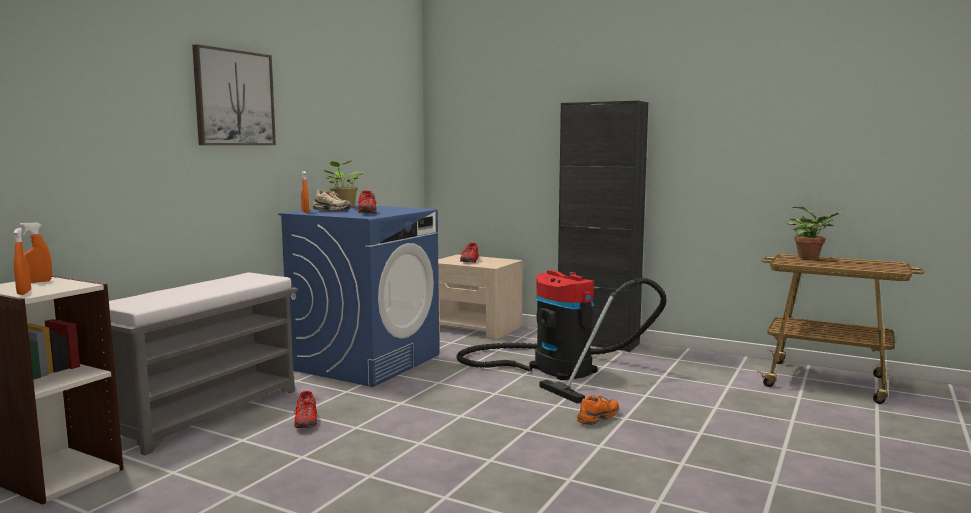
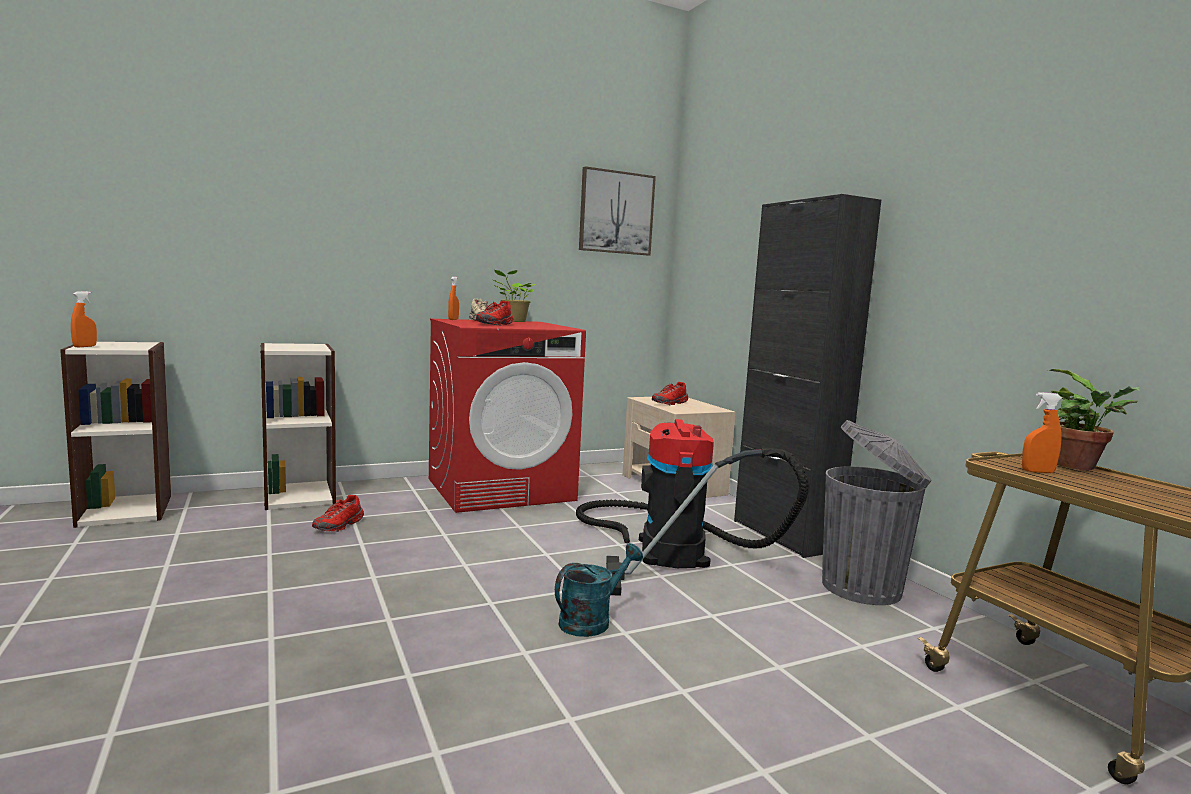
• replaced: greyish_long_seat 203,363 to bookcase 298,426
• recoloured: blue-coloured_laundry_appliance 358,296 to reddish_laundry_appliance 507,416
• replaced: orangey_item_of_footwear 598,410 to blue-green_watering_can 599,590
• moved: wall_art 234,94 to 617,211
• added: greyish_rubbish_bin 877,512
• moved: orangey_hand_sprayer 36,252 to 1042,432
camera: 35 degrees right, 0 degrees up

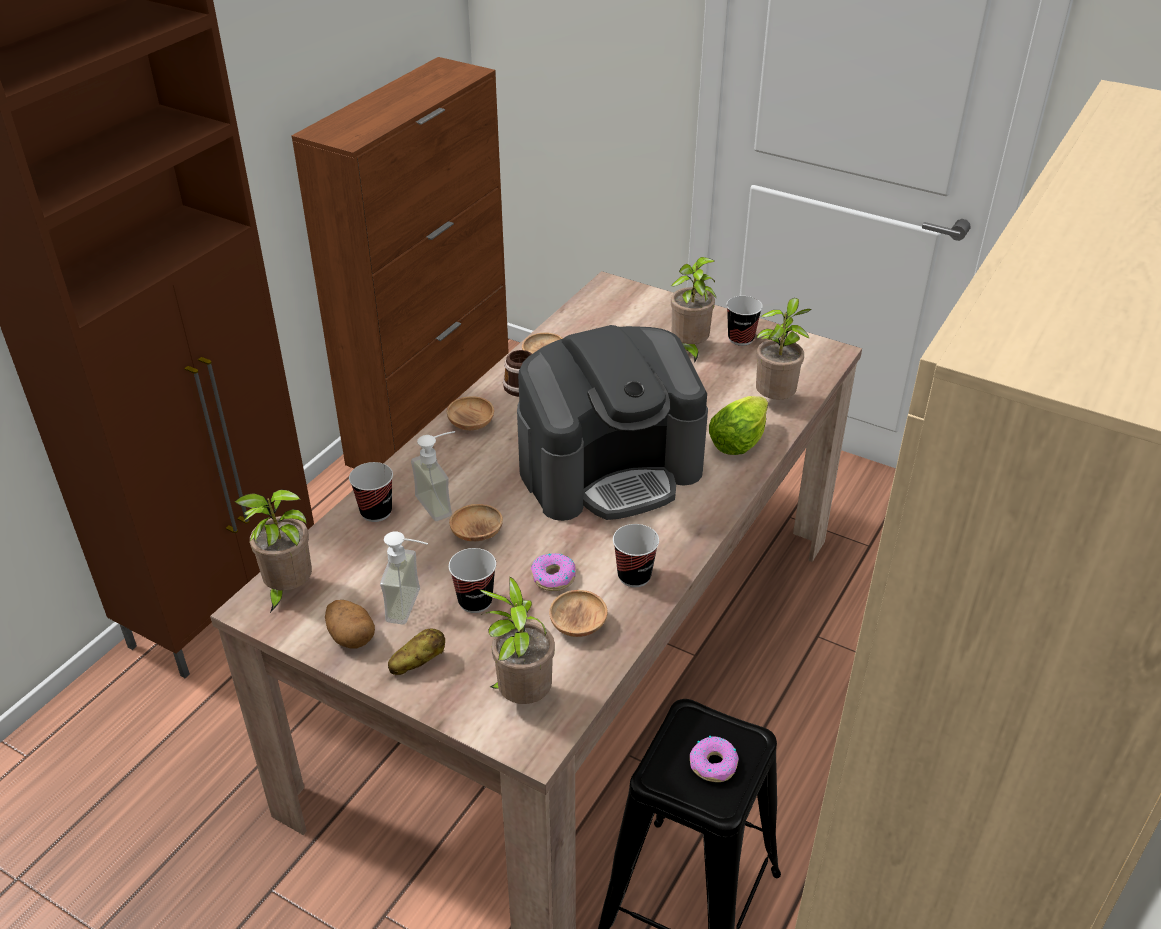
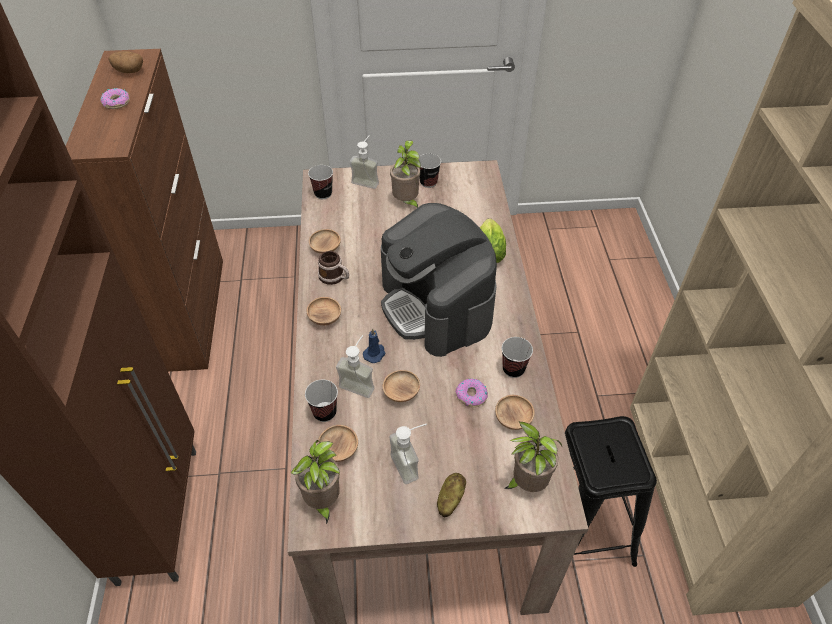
• moved: donut 714,759 to 115,98
• moved: whole_potato 350,624 to 126,62
• moved: cup 472,580 to 320,182
• added: brown_bowl 338,443
• added: liquid_soap_bottle 364,162
• added: blue-coloured_candle 374,345
• turned: coffee_maker 612,423 = 439,280 120 degrees clockwise
• removed: houseplant 783,349
camera: 35 degrees left, 10 degrees up

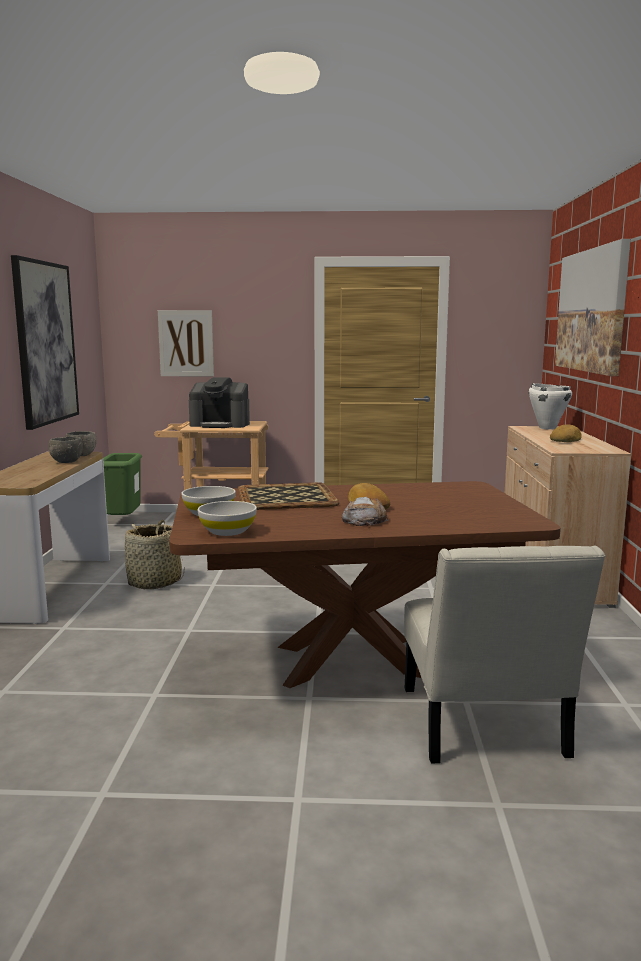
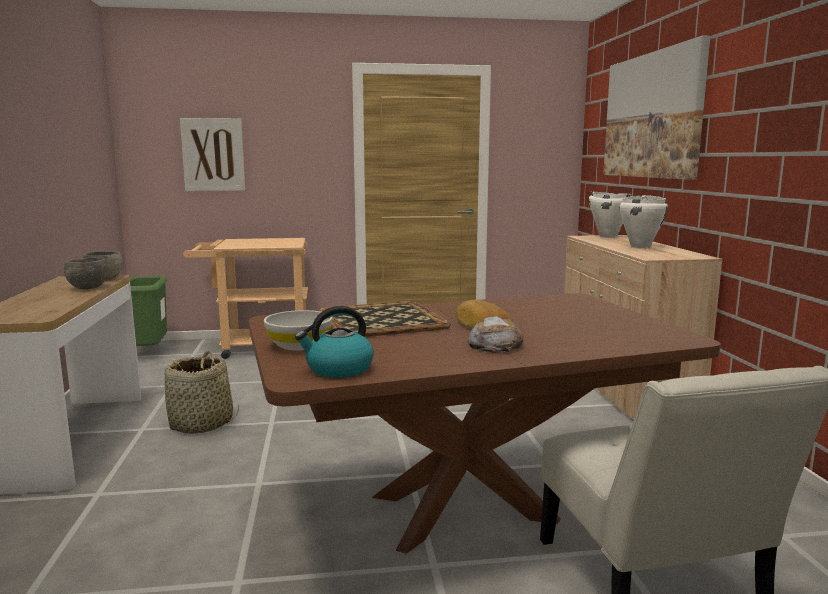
• replaced: white-coloured_bowl 227,518 to tea_kettle 334,342
• replaced: bakery_bread 566,433 to white-coloured_cooking_pot 644,222
• removed: wall_art 45,342
• removed: coffee_maker 219,402
camera: 10 degrees left, 0 degrees up

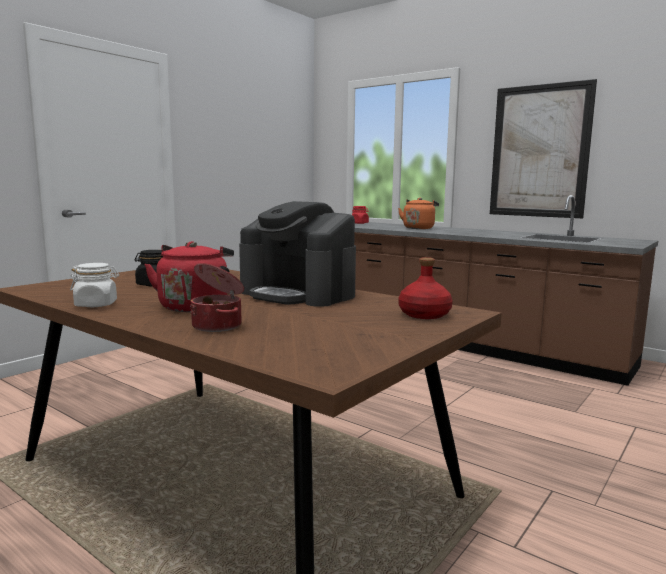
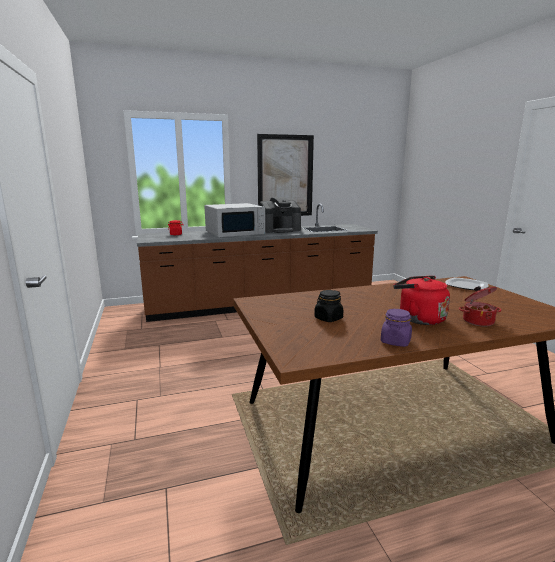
• replaced: orangey_tea_kettle 418,213 to white-coloured_microwave_oven 234,220
• moved: coffee_maker 297,254 to 280,215
• recoloured: white-coloured_preserve_jar 94,285 to purplish_preserve_jar 396,328
• replaced: reddish_bottle 426,288 to plate 466,283
camera: 55 degrees left, 5 degrees up

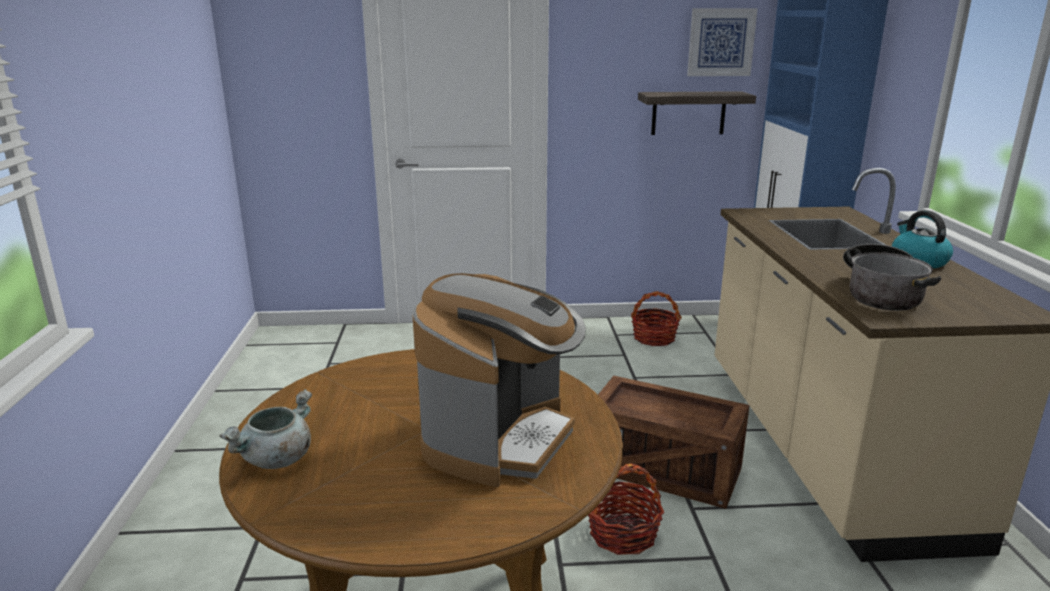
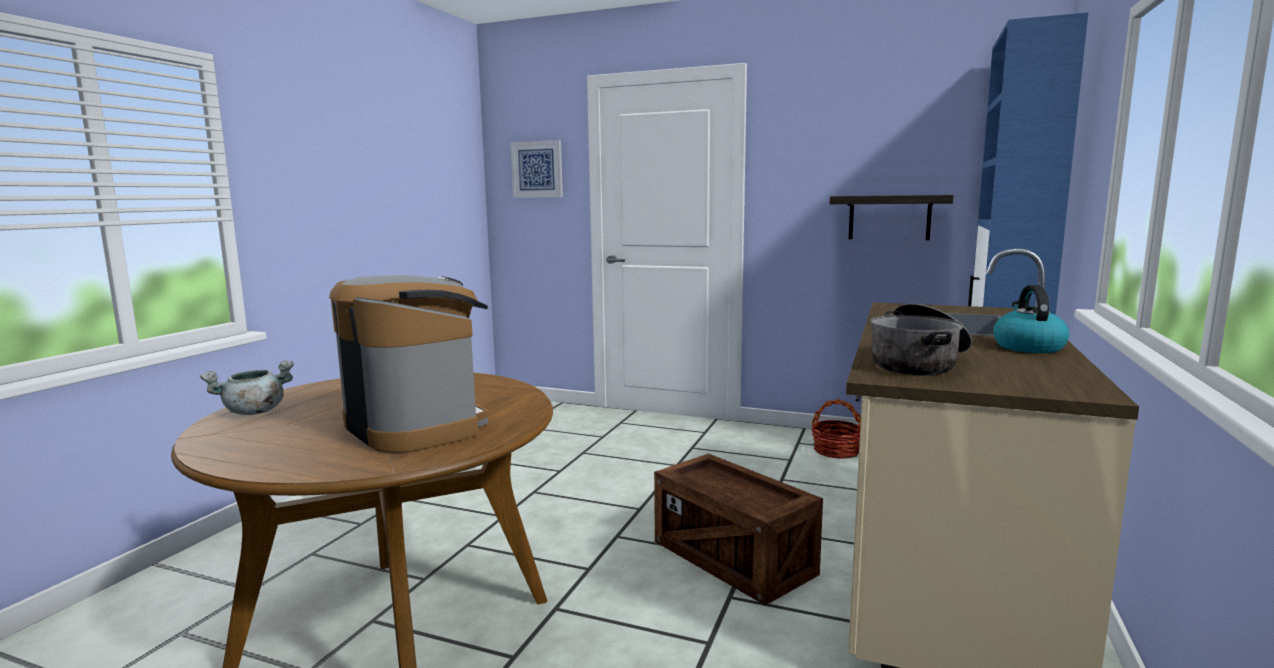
• turned: coffee_maker 499,380 = 409,364 90 degrees counterclockwise
• moved: wall_art 722,42 to 537,169
• removed: household_basket 626,509
camera: 25 degrees right, 10 degrees down

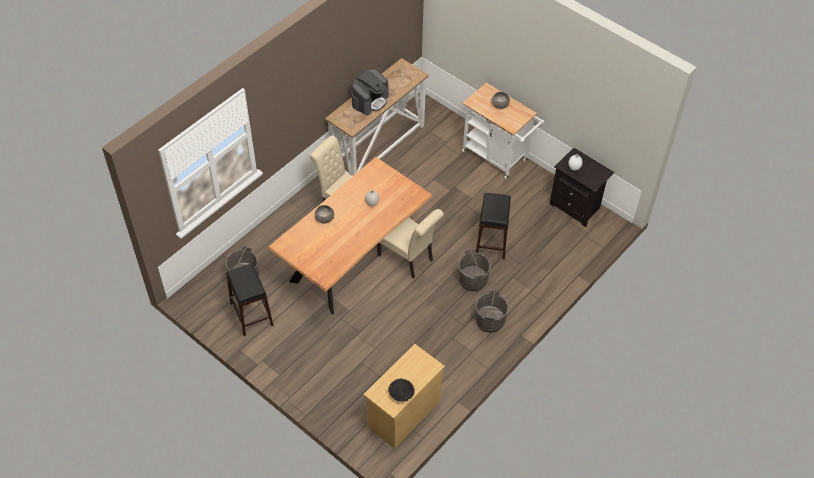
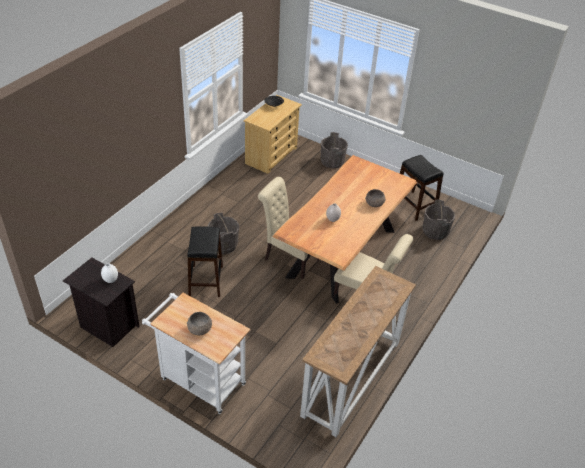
• moved: greyish_pail 492,311 to 334,150
• removed: coffee_maker 370,92
camera: 170 degrees right, 10 degrees down

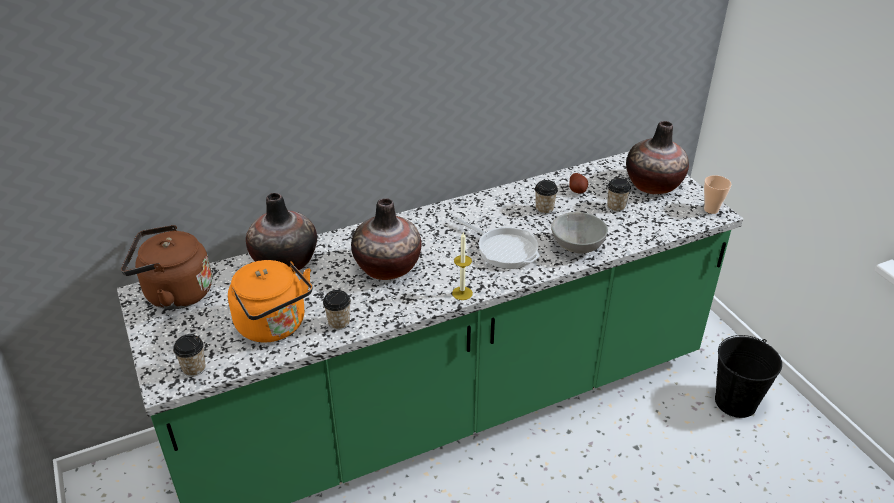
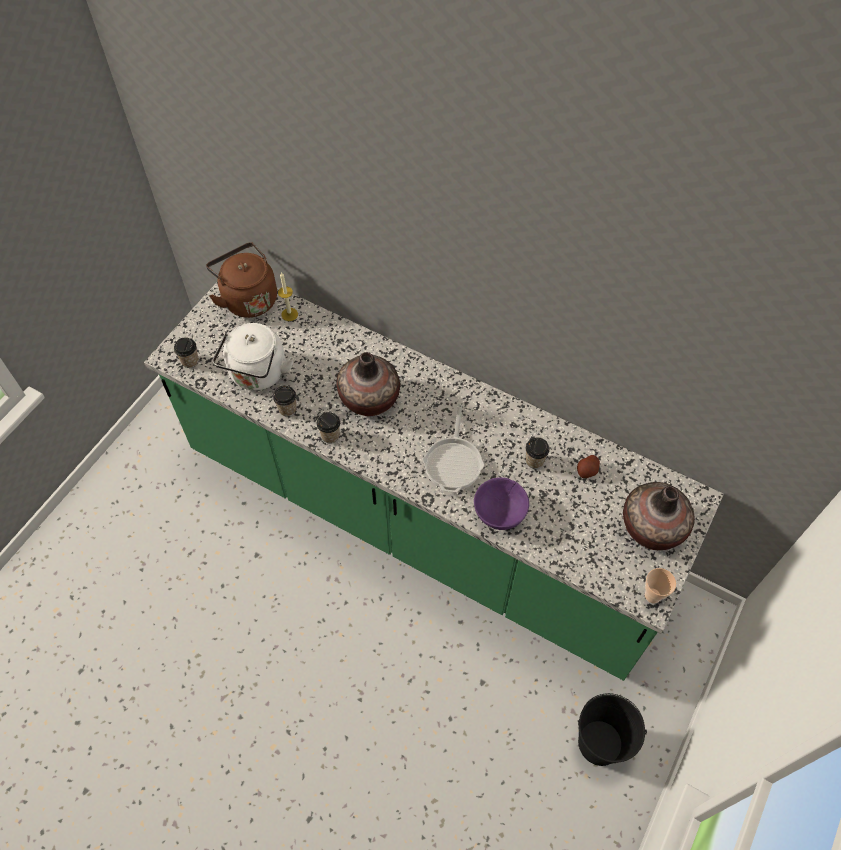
• recoloured: orangey_tea_kettle 270,301 to white-coloured_tea_kettle 253,357
• moved: candle 462,265 to 288,296
• moved: cup 619,195 to 328,427
• recoloured: greyish_bowl 579,233 to purplish_bowl 501,503
• removed: decorative_vase 281,232
camera: 55 degrees right, 20 degrees up

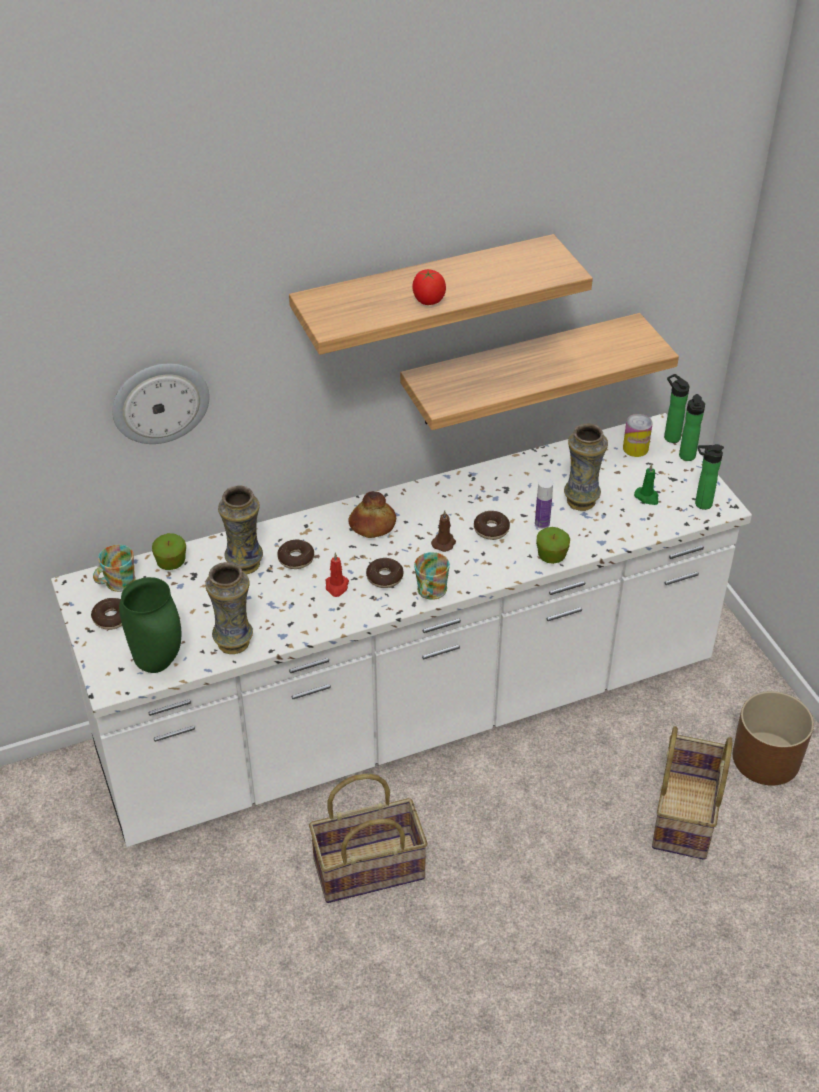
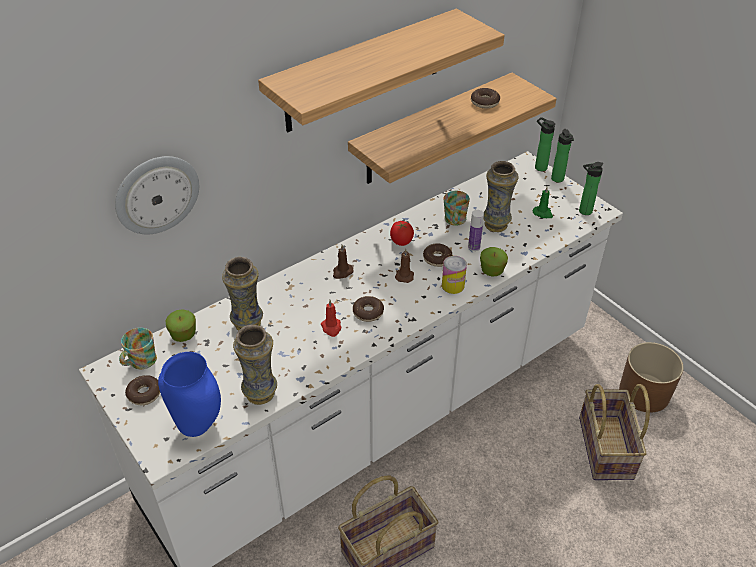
• recoloured: green-coloured_decorative_vase 150,625 to blue-coloured_decorative_vase 189,394
• replaced: bakery_bread 372,514 to brown_candle 343,262
• moved: tomato 429,287 to 402,233
• moved: can 638,435 to 454,275
• moved: coffee_mug 432,576 to 456,208
• moved: donut 295,554 to 485,98
camera: 15 degrees left, 0 degrees up

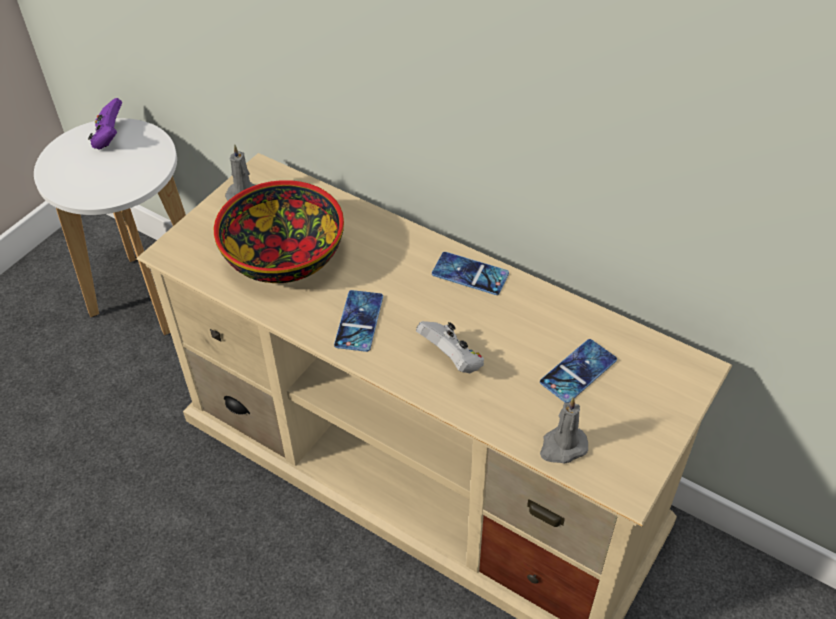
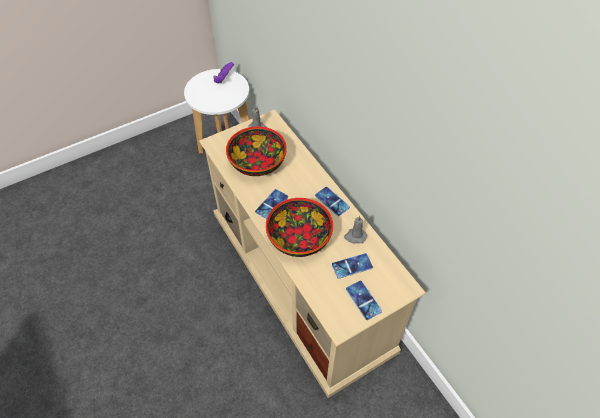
• replaced: white-coloured_gamepad 450,347 to bowl 299,227
• moved: greyish_candle 564,430 to 355,229
• added: phone 364,300
camera: 25 degrees right, 5 degrees up

